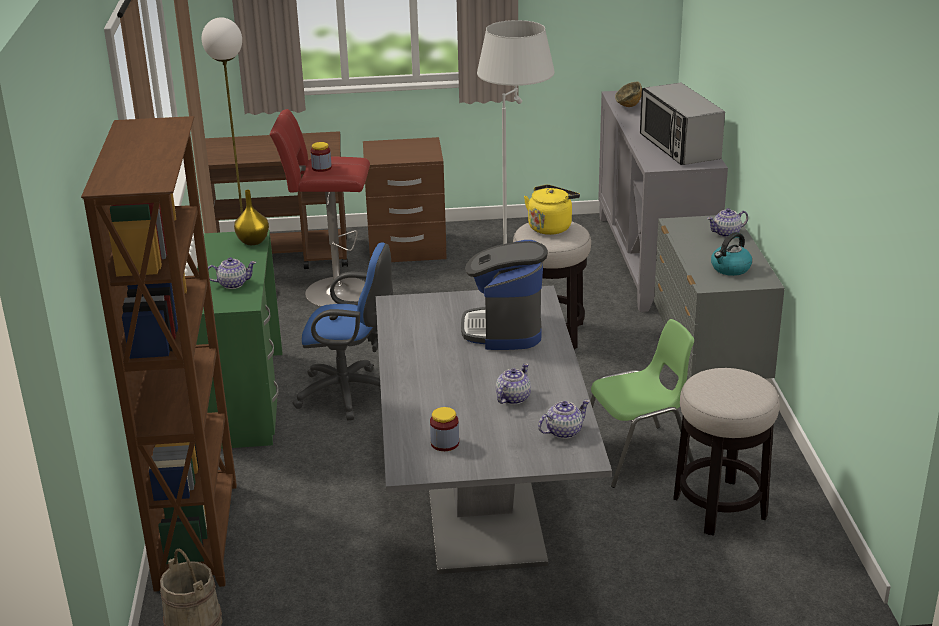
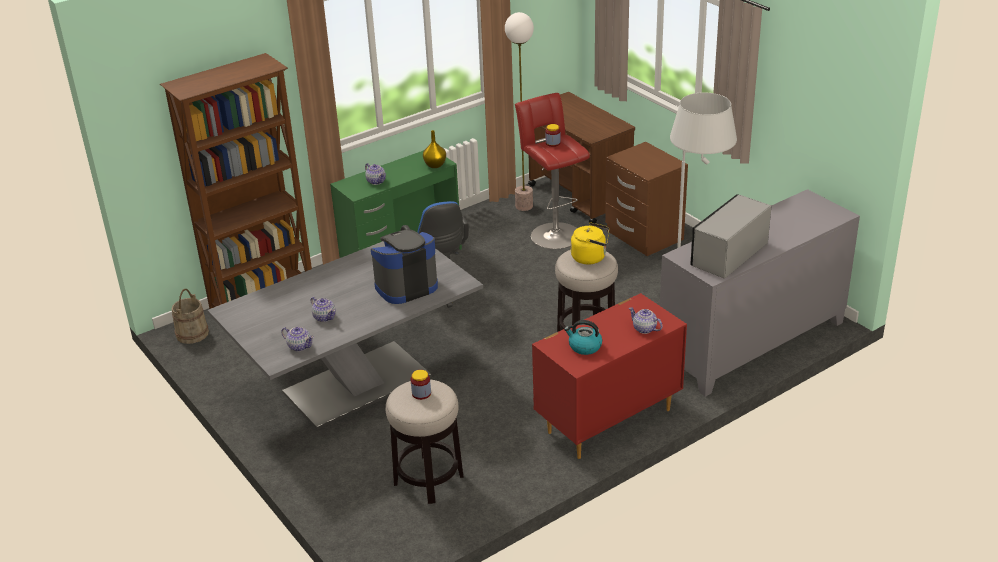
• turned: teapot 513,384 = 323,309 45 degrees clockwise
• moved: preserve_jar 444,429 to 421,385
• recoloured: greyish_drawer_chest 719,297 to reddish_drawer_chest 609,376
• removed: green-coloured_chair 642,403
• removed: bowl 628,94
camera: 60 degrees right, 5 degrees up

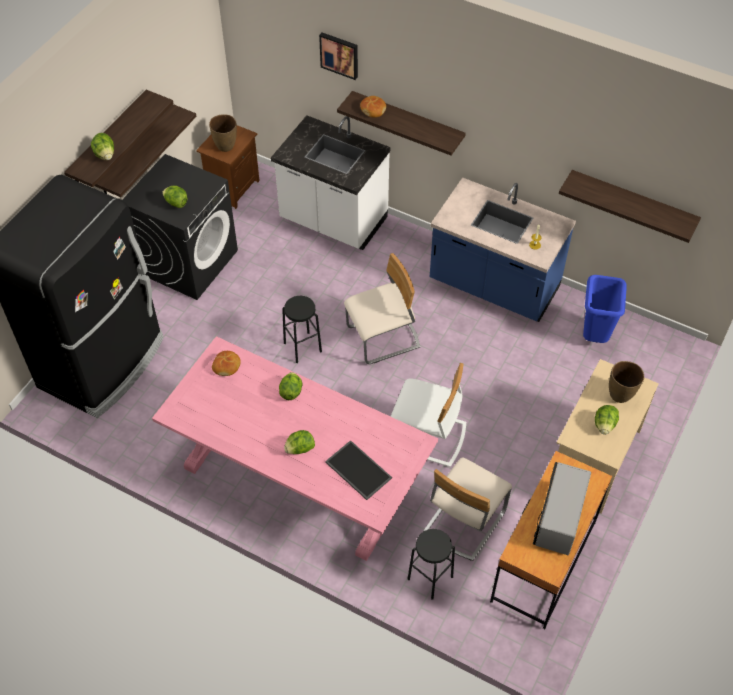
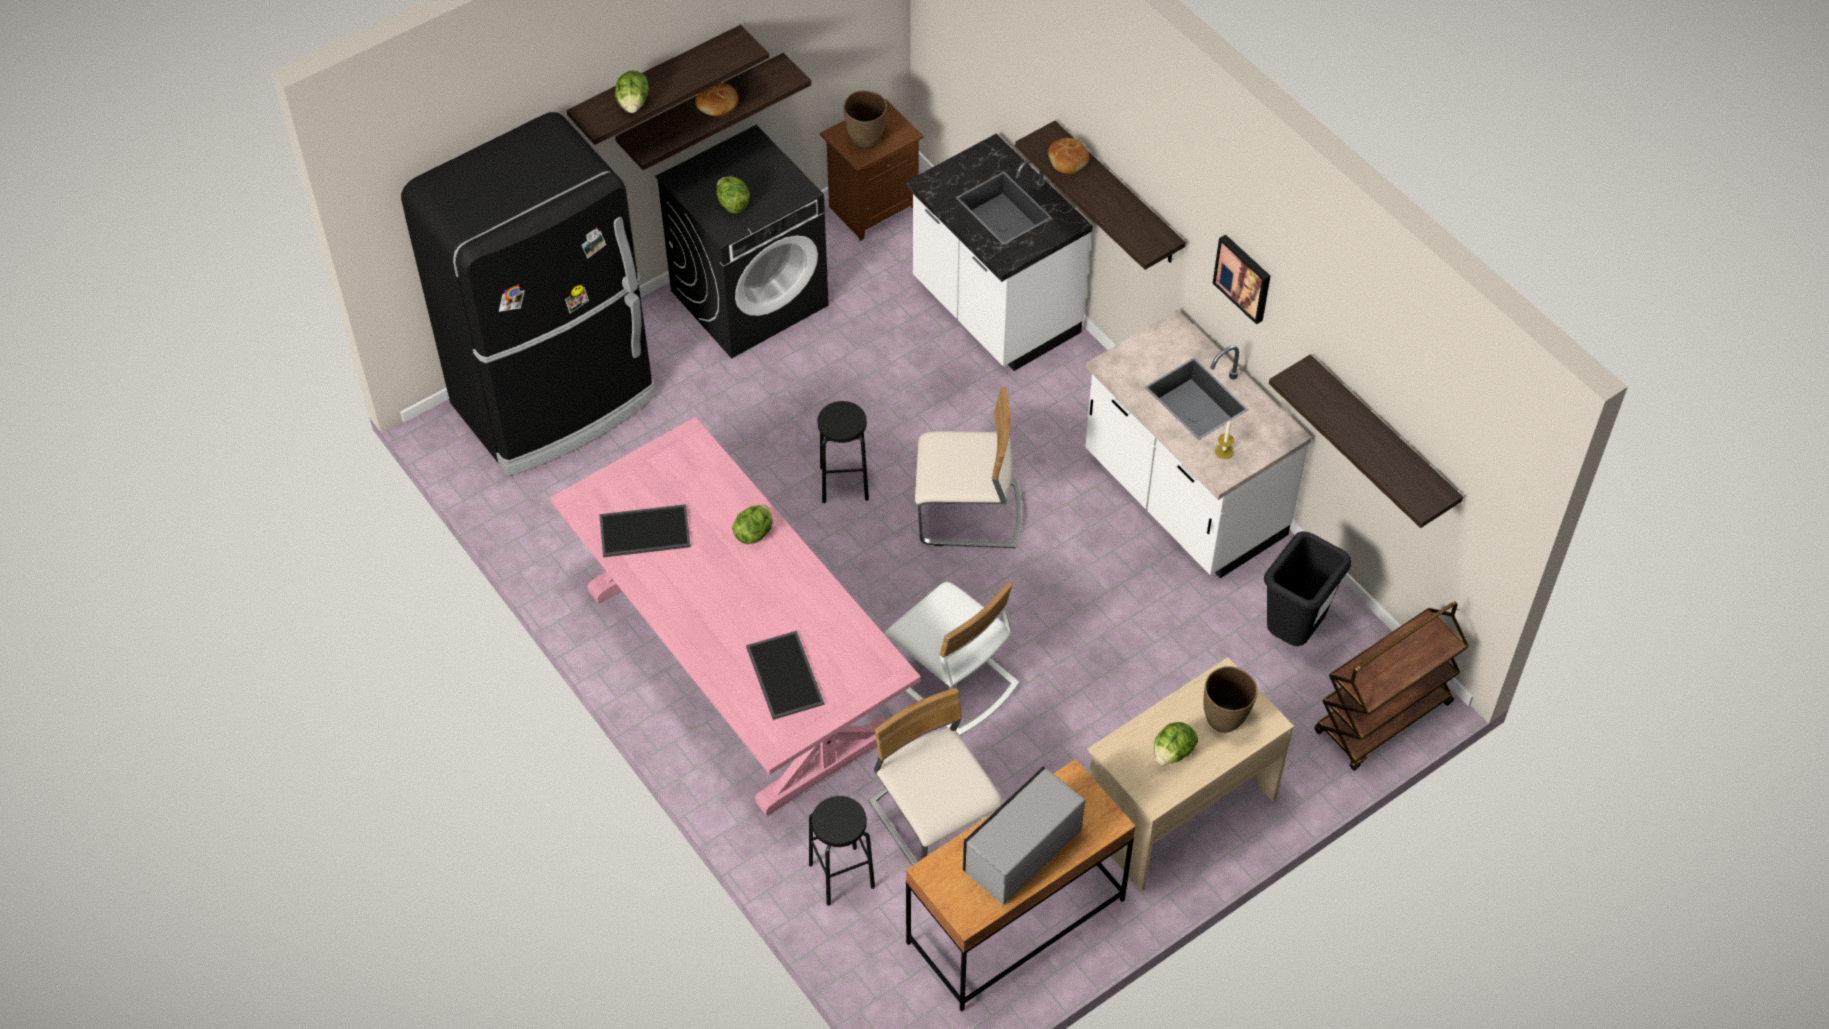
• added: tray 645,530
• moved: bakery_bread 226,363 to 716,99
• turned: beige_chair 467,509 = 935,776 90 degrees clockwise
• recoloured: blue-coloured_counter 503,250 to white-coloured_counter 1198,444
• moved: wall_art 338,56 to 1241,279
• recoloured: blue-coloured_rubbish_bin 605,309 to black-coloured_rubbish_bin 1307,588
• added: brown_wheeled_cart 1391,686
• removed: head_of_lettuce 299,442
camera: 25 degrees right, 0 degrees up

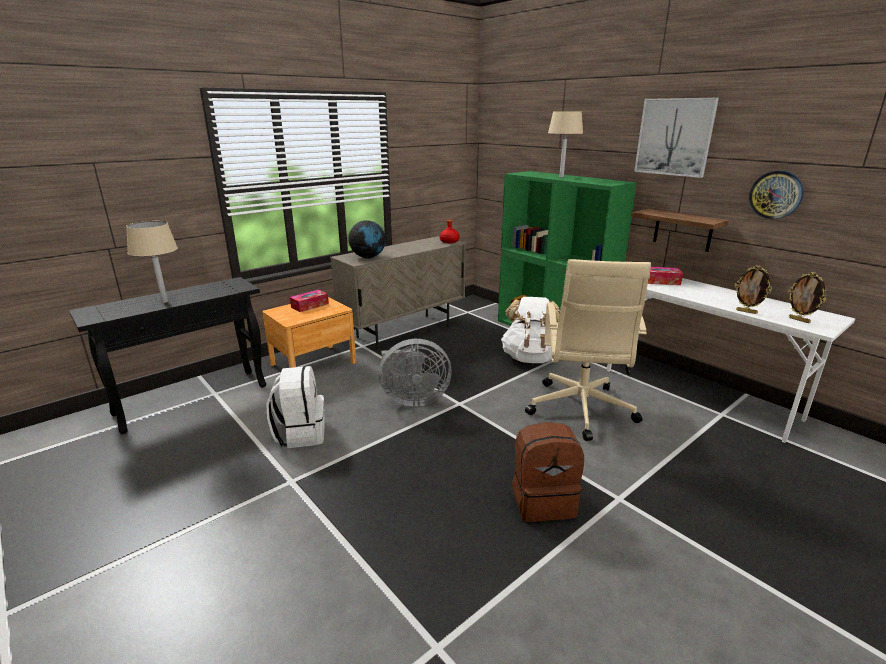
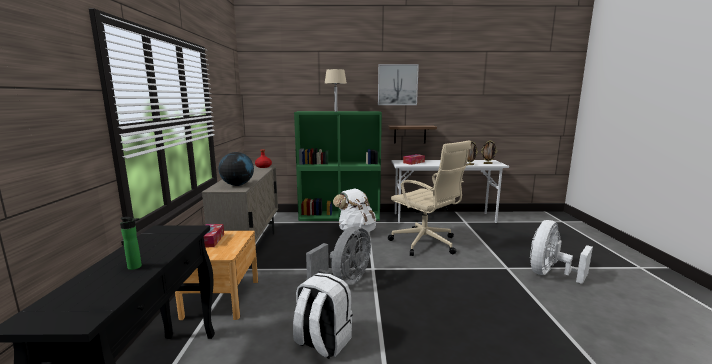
• replaced: beige_lamp_for_a_table 152,262 to bottle 131,243
• added: white-coloured_electric_fan 561,252
• removed: brown_backpack 548,472
• removed: hanging_clock 776,194
camera: 50 degrees left, 10 degrees down

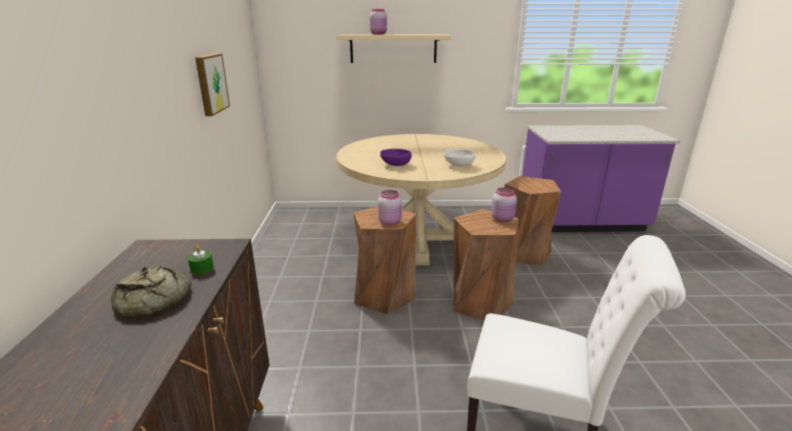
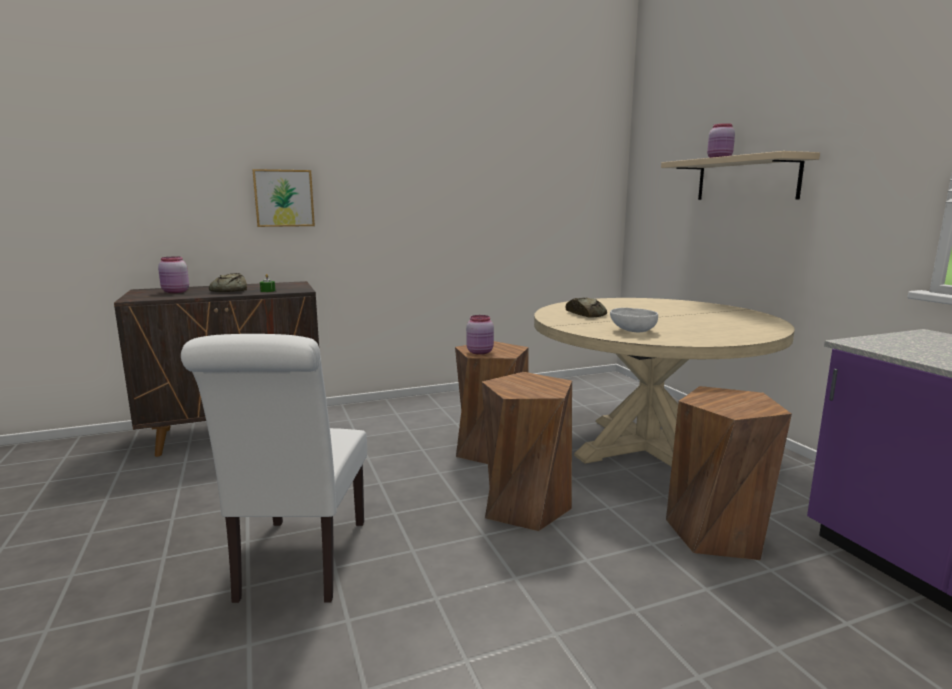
• moved: pink_preserve_jar 504,204 to 173,274
• moved: wall_art 212,85 to 283,198
• replaced: purplish_bowl 396,157 to bakery_bread 586,307
camera: 70 degrees right, 10 degrees down

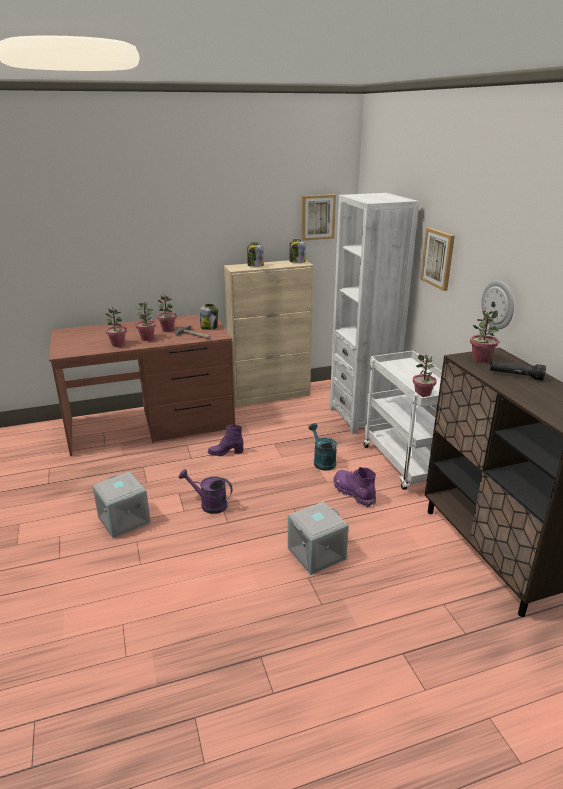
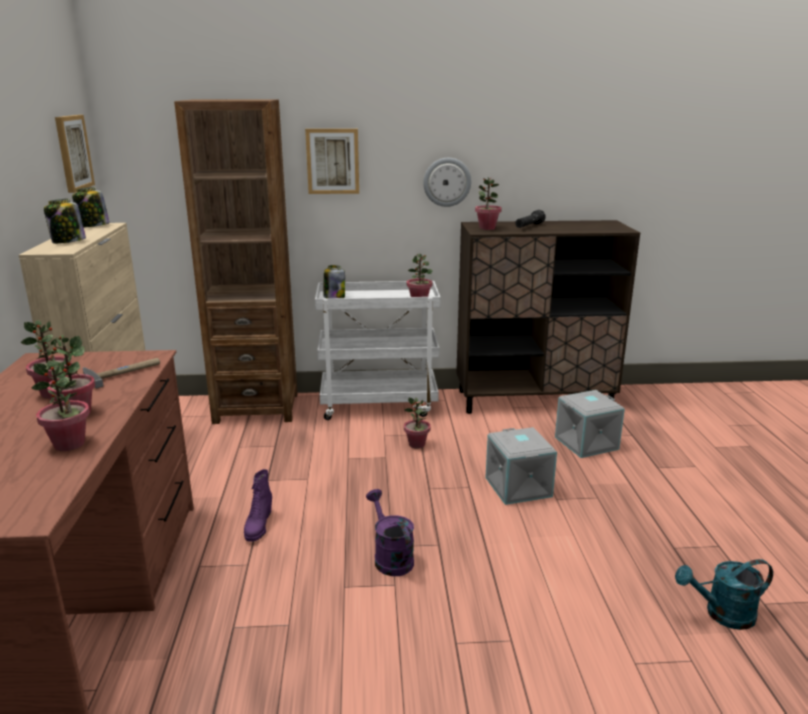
• recoloured: white-coloured_bookcase 374,313 to brown_bookcase 235,261
• moved: preserve_jar 209,317 to 334,282
• turned: purplish_watering_can 206,491 = 390,532 120 degrees clockwise
• replaced: purplish_boot 354,487 to houseplant 417,423
• moved: greyish_storage_box 121,505 to 590,424
• moved: blue-green_watering_can 323,447 to 724,594
camera: 75 degrees left, 5 degrees down

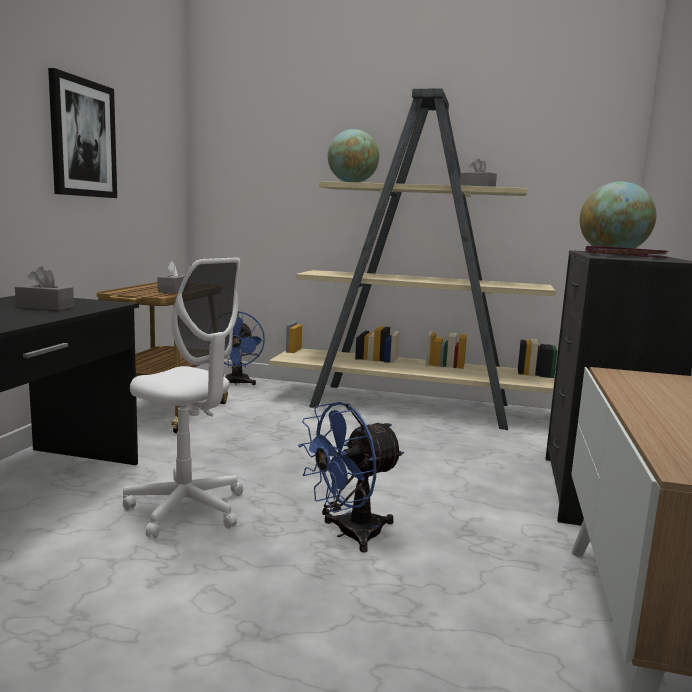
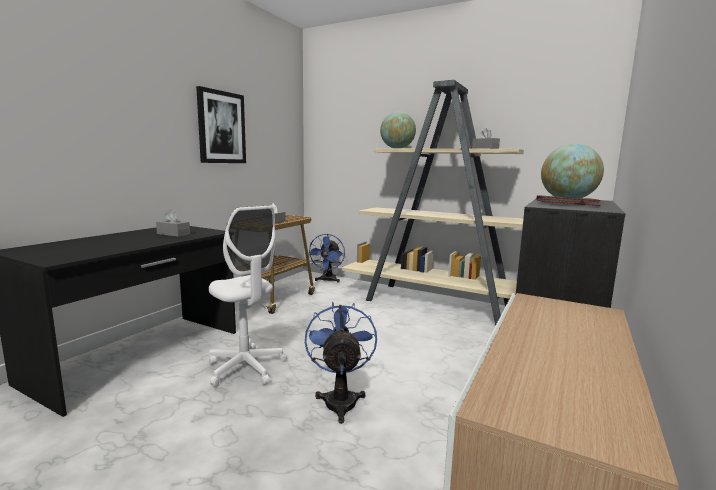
• turned: blue-coloured_electric_fan 351,477 = 341,363 105 degrees clockwise
camera: 15 degrees right, 0 degrees up

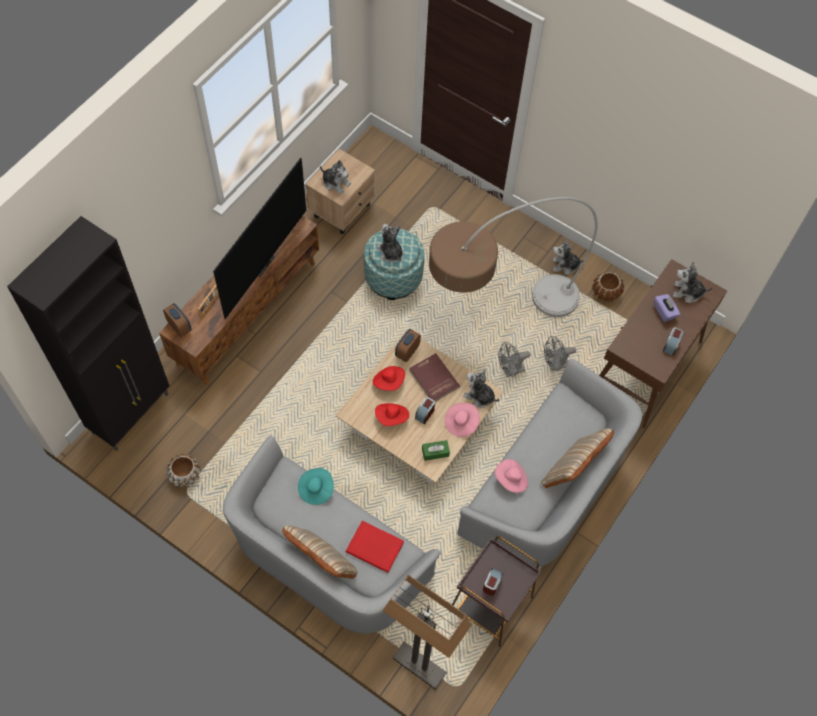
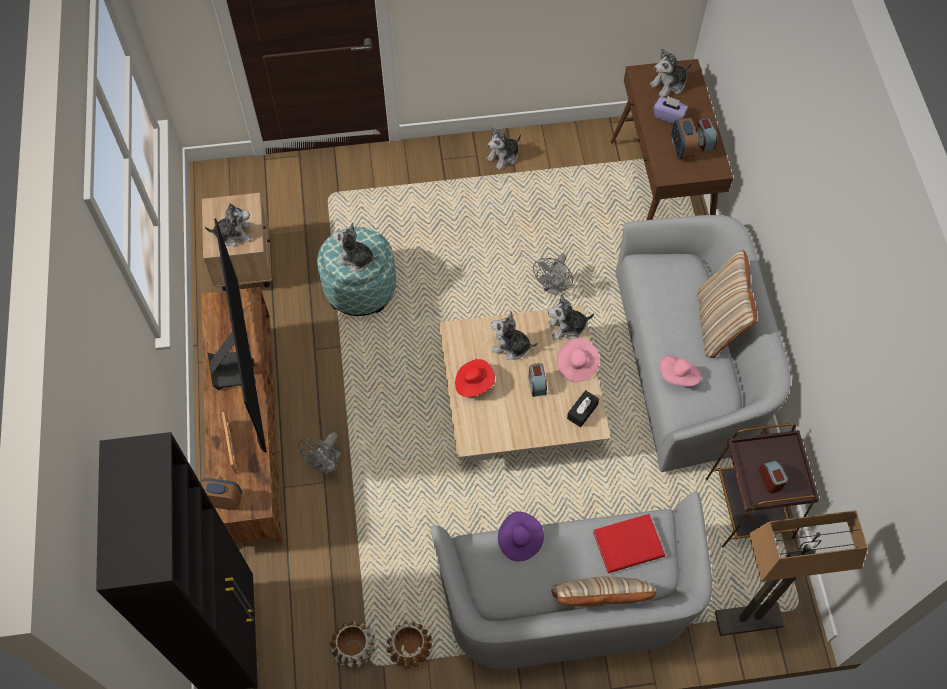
• moved: greyish_electric_fan 560,353 to 320,453
• moved: brown_plant_pot 608,286 to 409,645
• replaced: reddish_volume 434,377 to cuddly_toy 514,335
• recoloured: blue-green_clothing_hat 316,486 to purplish_clothing_hat 521,536
• recoloured: green-coloured_tissue_holder 436,450 to black-coloured_tissue_holder 583,408
• moved: alarm_clock 408,345 to 684,138
• removed: reddish_clothing_hat 392,414
• removed: standing_lamp 513,257
camera: 40 degrees left, 0 degrees up

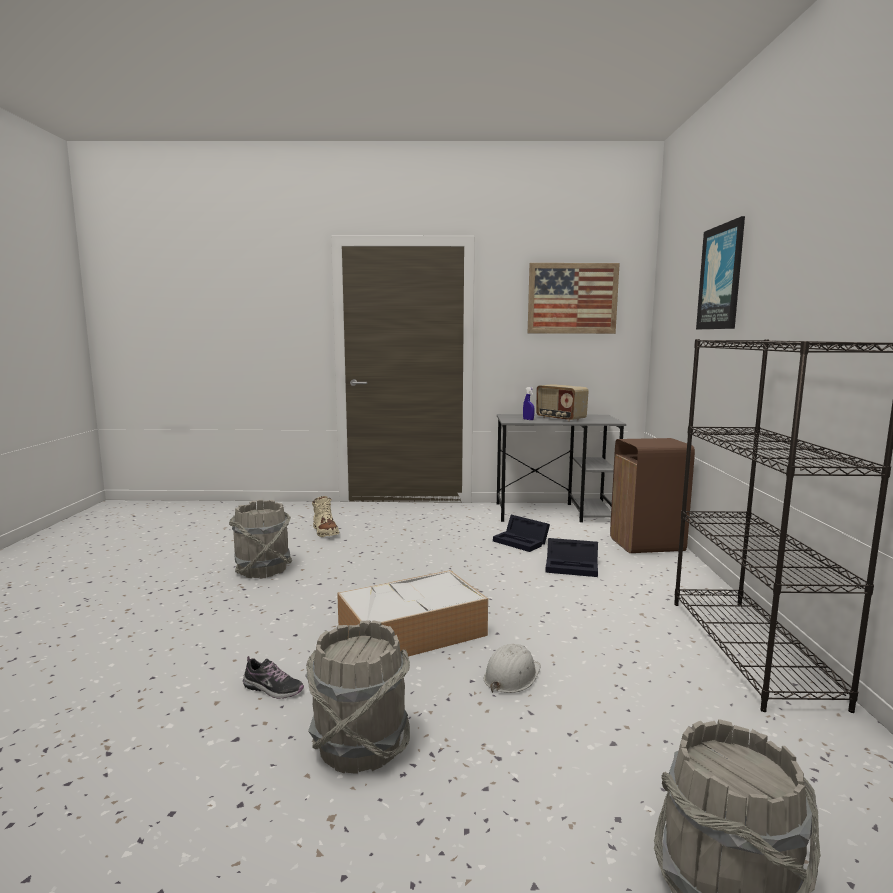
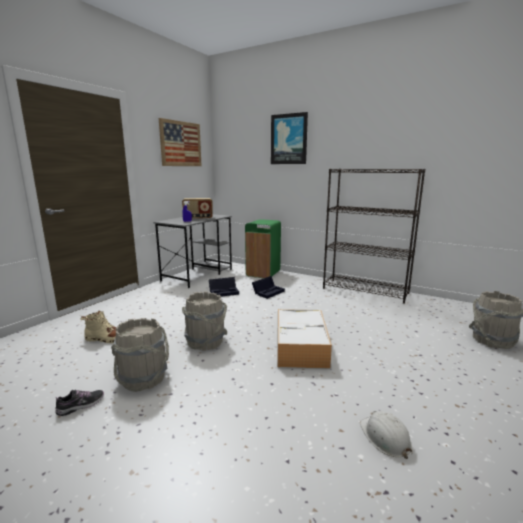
• moved: item_of_footwear 273,677 to 79,403
• moved: greyish_pail 357,697 to 205,321
• recoloured: brown_rubbish_bin 652,495 to green-coloured_rubbish_bin 263,248
• moved: white-coloured_safety_helmet 512,668 to 386,435
camera: 60 degrees left, 5 degrees up

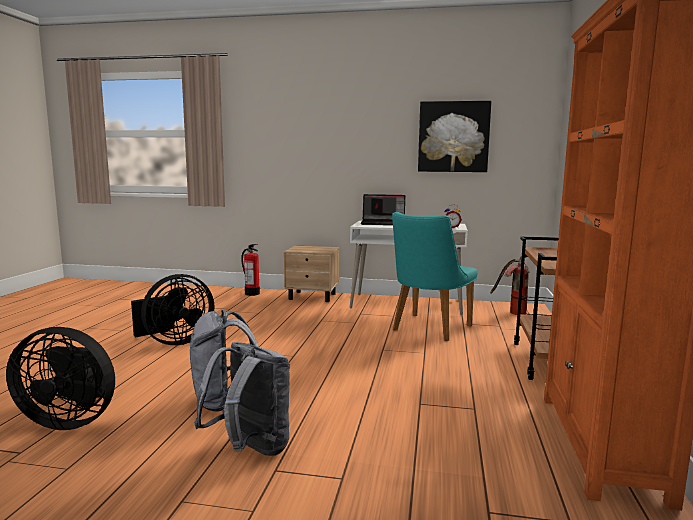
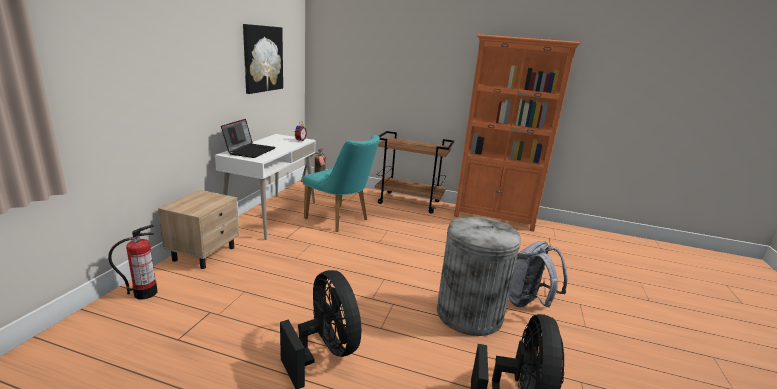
• replaced: greyish_backpack 224,361 to greyish_rubbish_bin 479,276
camera: 85 degrees left, 10 degrees up

